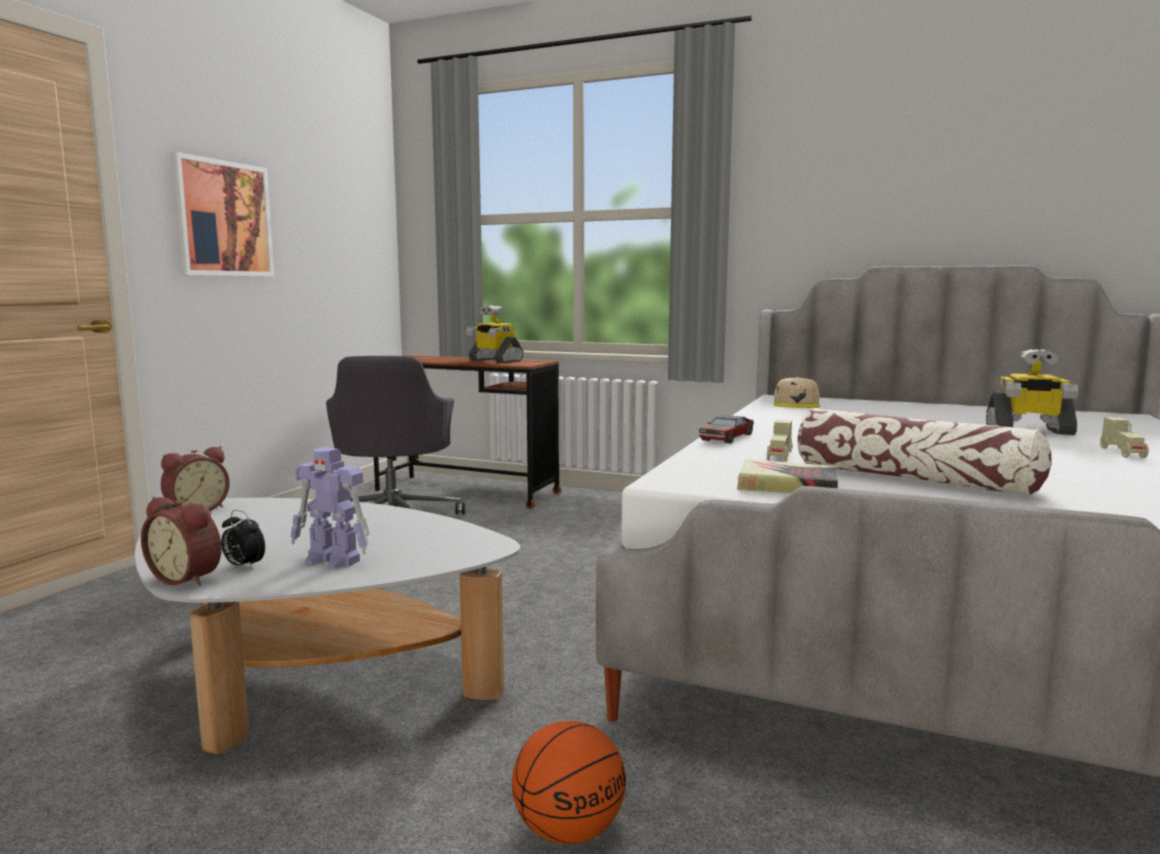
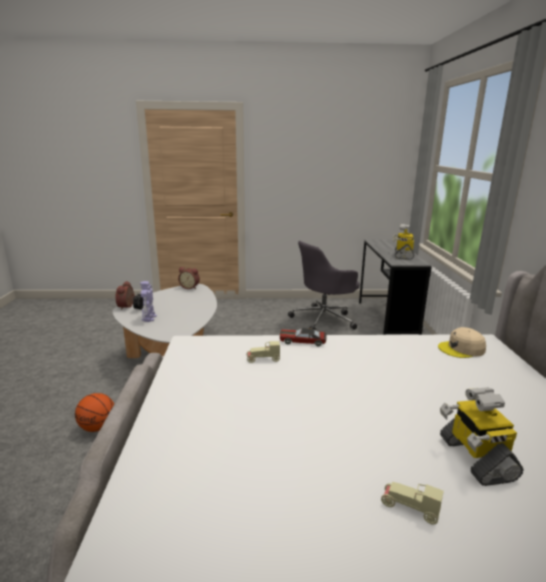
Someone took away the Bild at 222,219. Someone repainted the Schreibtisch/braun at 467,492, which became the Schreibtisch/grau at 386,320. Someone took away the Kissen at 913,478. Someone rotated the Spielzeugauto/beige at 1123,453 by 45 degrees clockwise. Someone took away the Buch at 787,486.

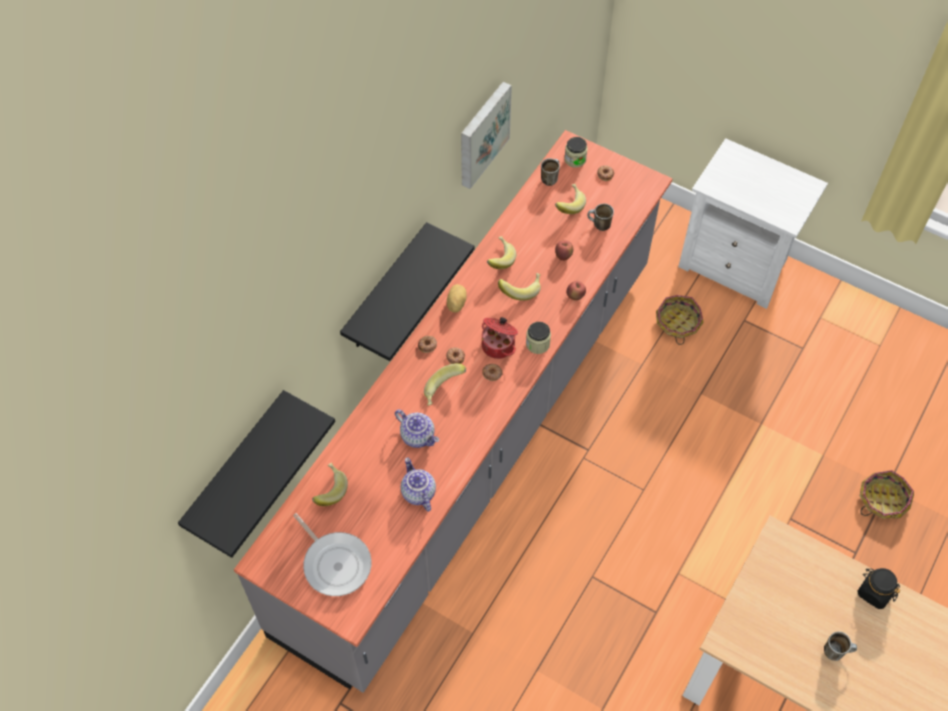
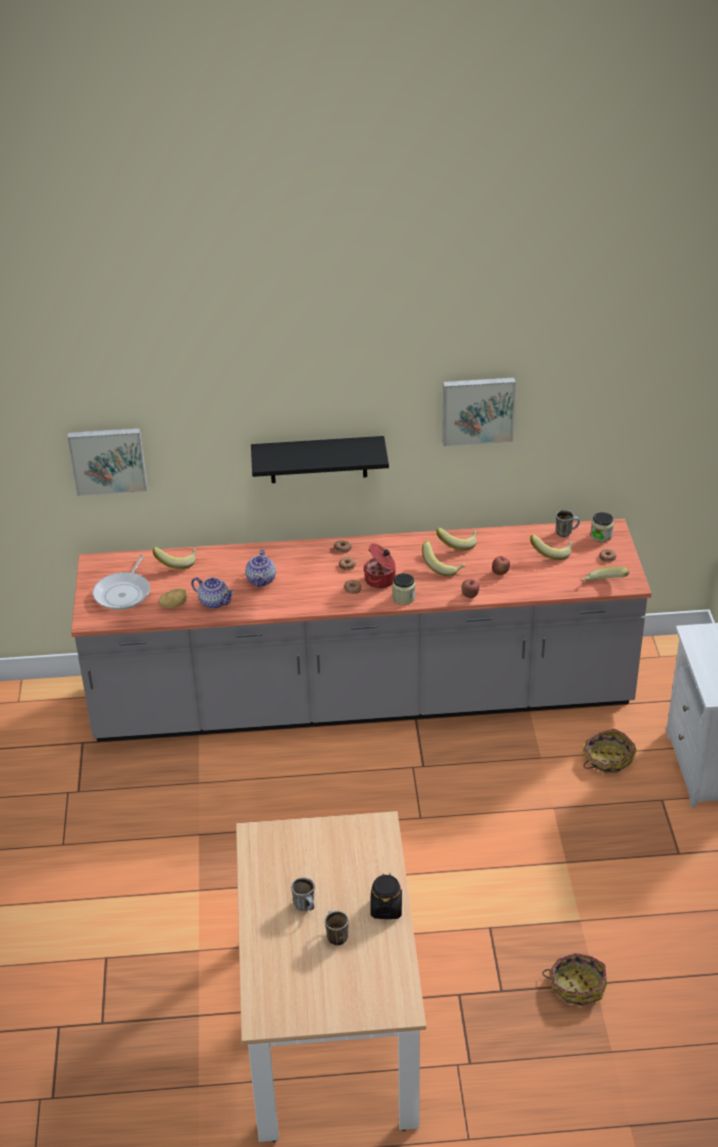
Someone carried the Henkelbecher from 598,225 to 335,936. Someone carried the Kartoffel from 455,303 to 174,605. Someone carried the Banane from 444,391 to 603,585. Someone swapped the Wandregal/schwarz at 237,468 for the Bild at 108,459. Someone rotated the Teekanne at 417,493 by 90 degrees clockwise.

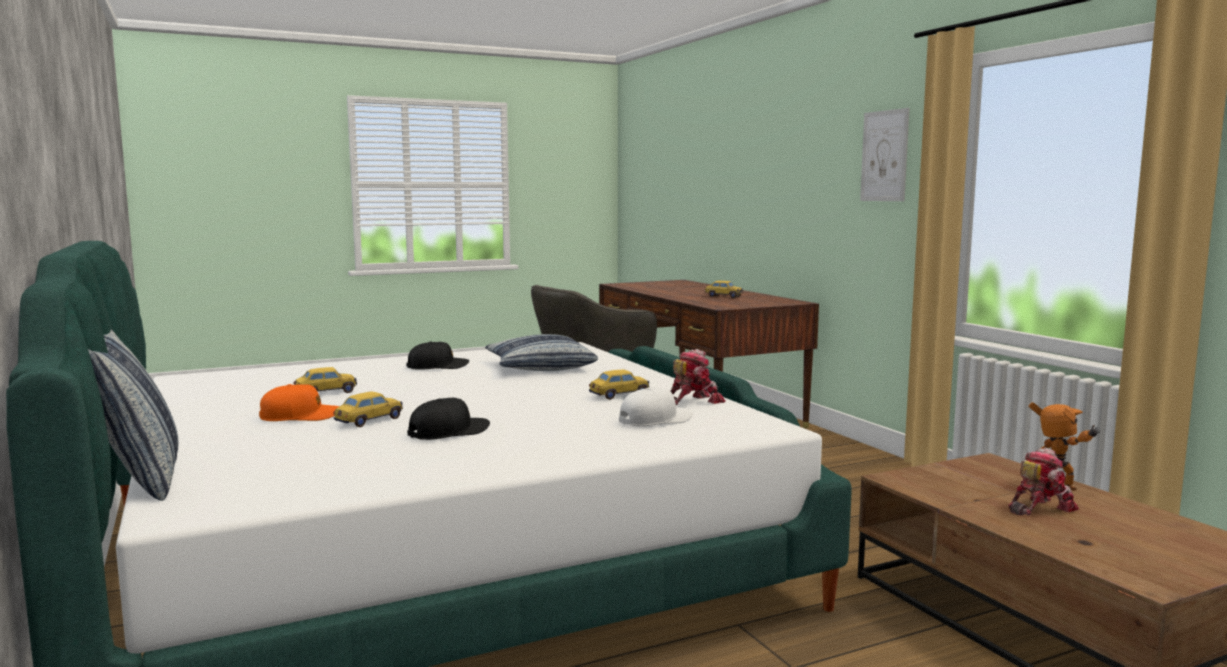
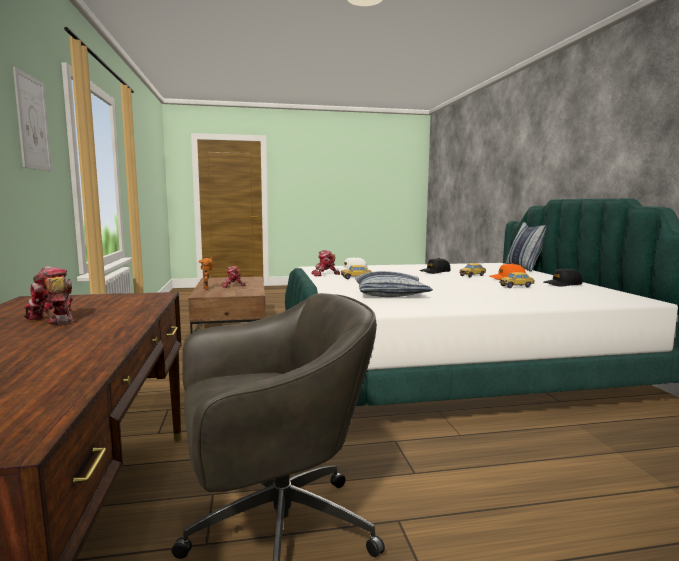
Someone swapped the Spielzeugauto at 723,296 for the Spielzeugroboter at 53,319. Someone carried the Kappe/schwarz from 438,366 to 562,284.

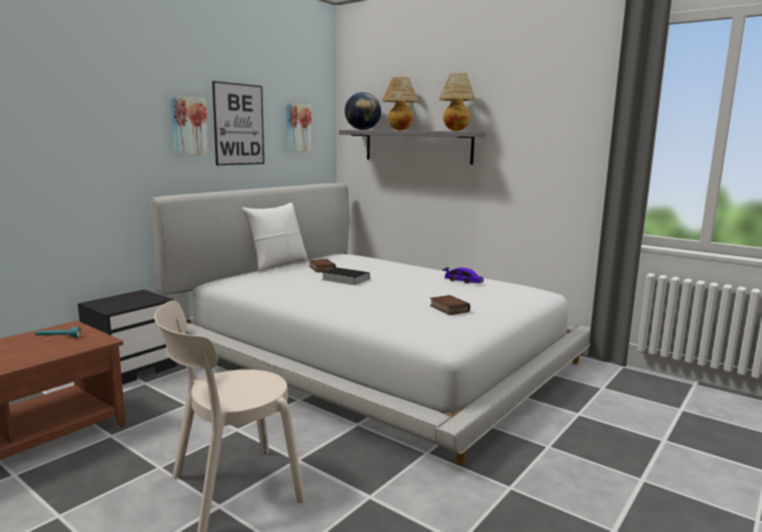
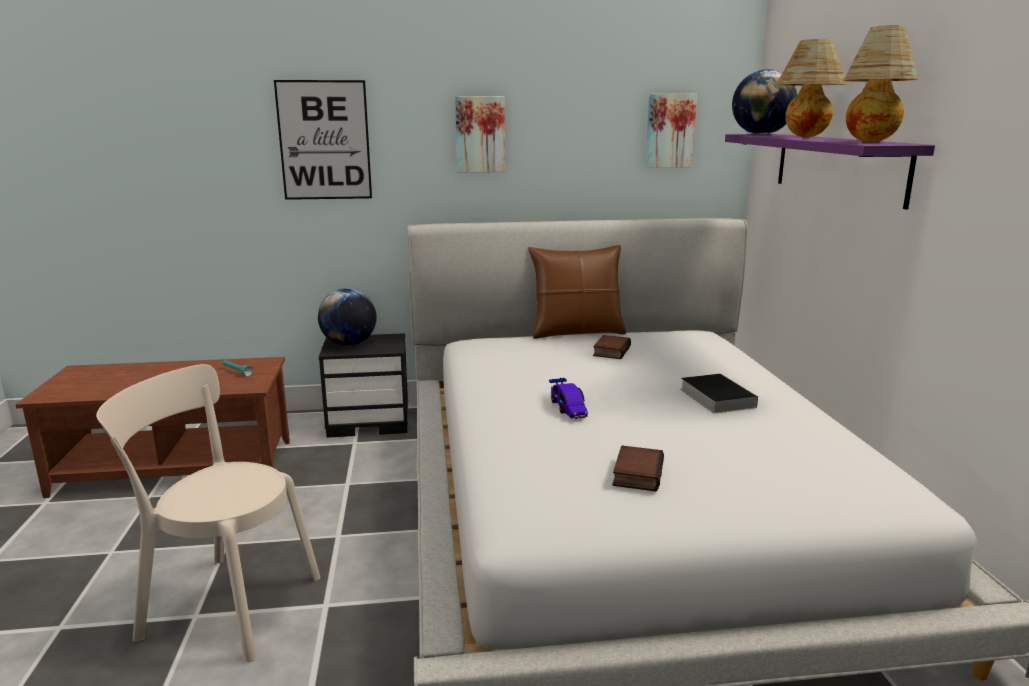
Someone carried the Bild from 239,124 to 324,140. Someone repainted the Wandregal/grau at 417,146, which became the Wandregal/lila at 837,166. Someone repainted the Kissen/weiß at 277,265, which became the Kissen/braun at 576,332. Someone carried the Buch from 344,279 to 715,397. Someone carried the Spielzeugauto from 463,281 to 568,407. Someone put down the Globus at 349,344.

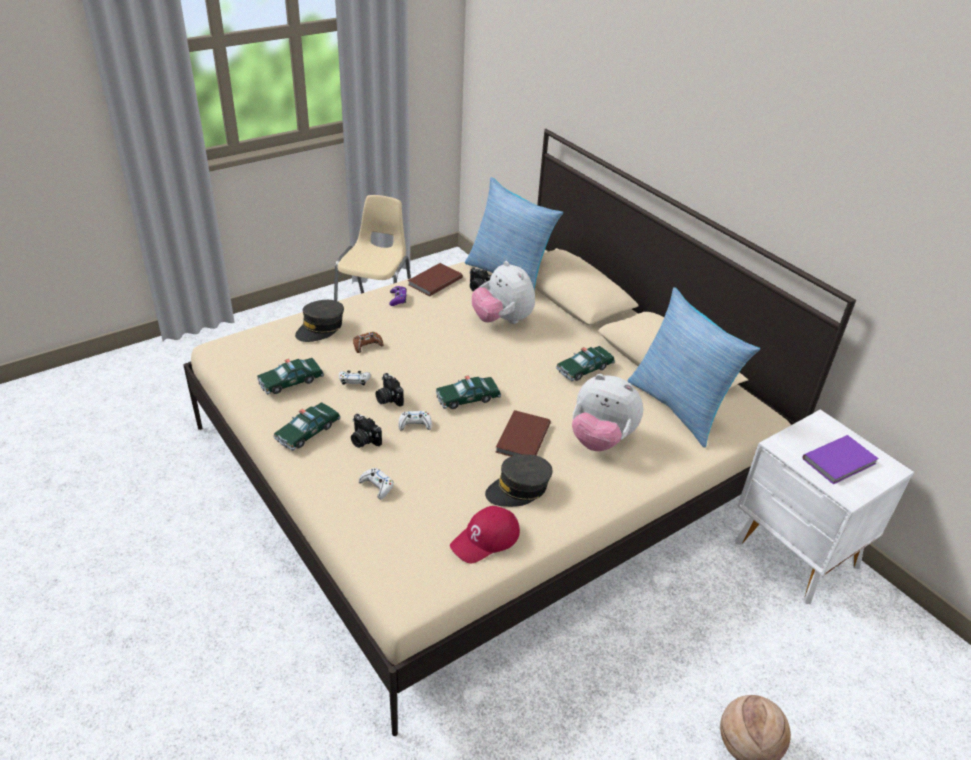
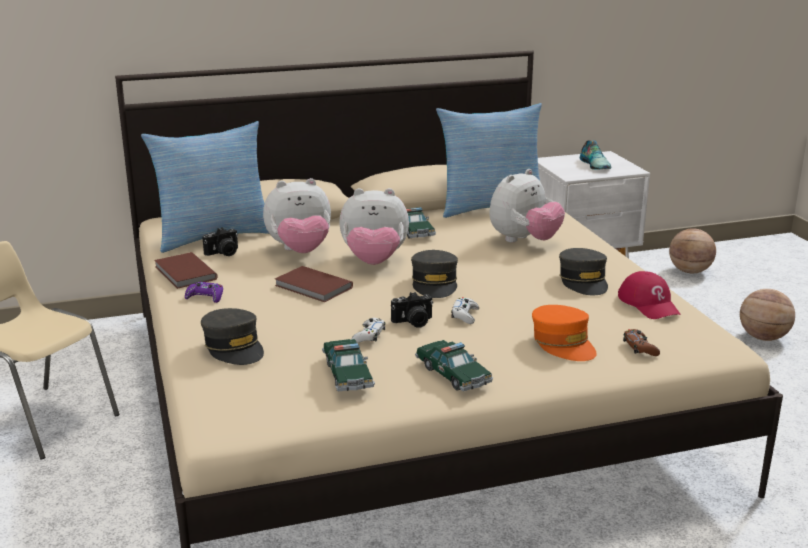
Someone carried the Gamepad/braun from 367,345 to 640,348. Someone swapped the Spielzeugauto at 467,398 for the Kappe/grau at 434,284. Someone carried the Buch/braun from 521,438 to 313,287. Someone took away the Kamera at 363,440. Someone swapped the Buch/lila at 841,462 for the Schuh at 595,165. Someone swapped the Gamepad/weiß at 377,486 for the Kappe/orange at 563,344. Someone put down the Plüschtier at 374,262. Someone put down the Basketball at 689,271.

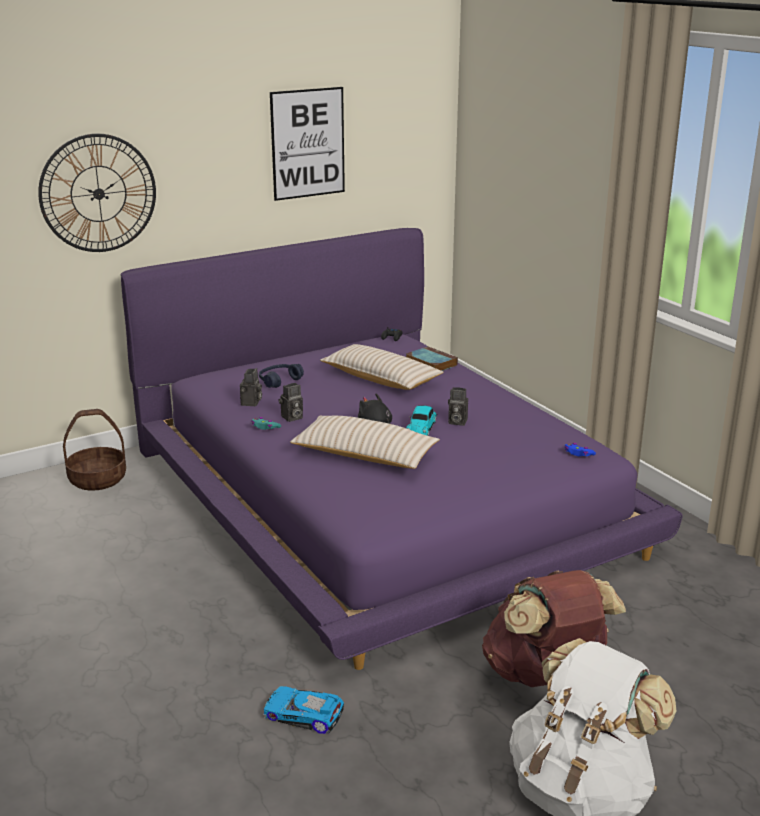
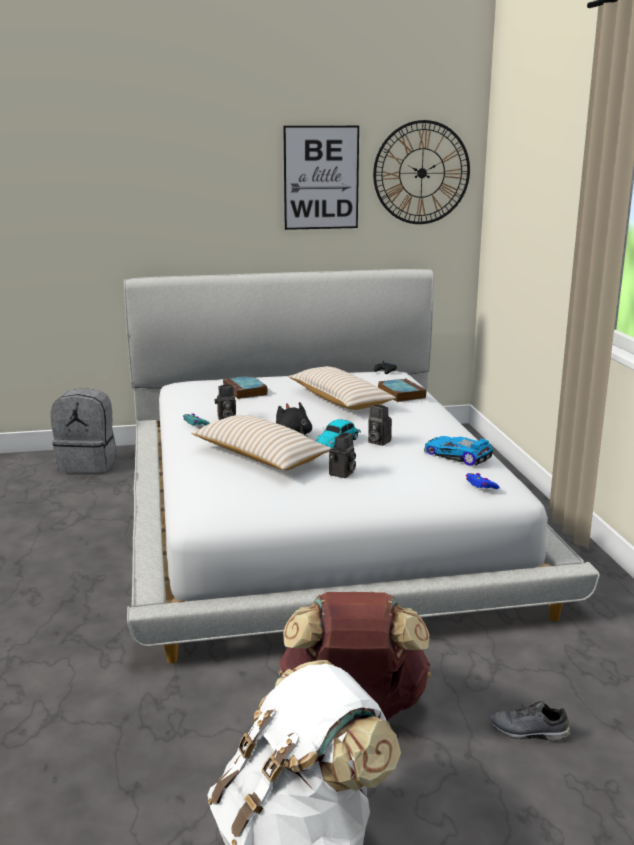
Someone carried the Wanduhr from 98,193 to 421,173. Someone repainted the Bett/lila at 379,497, which became the Bett/weiß at 317,516. Someone swapped the Kopfhörer/blau at 279,381 for the Buch at 246,391. Someone carried the Kamera from 251,403 to 342,474. Someone swapped the Korb at 98,479 for the Rucksack/grau at 88,464. Someone carried the Spielzeugauto from 303,715 to 457,455. Someone put down the Schuh/grau at 528,732.

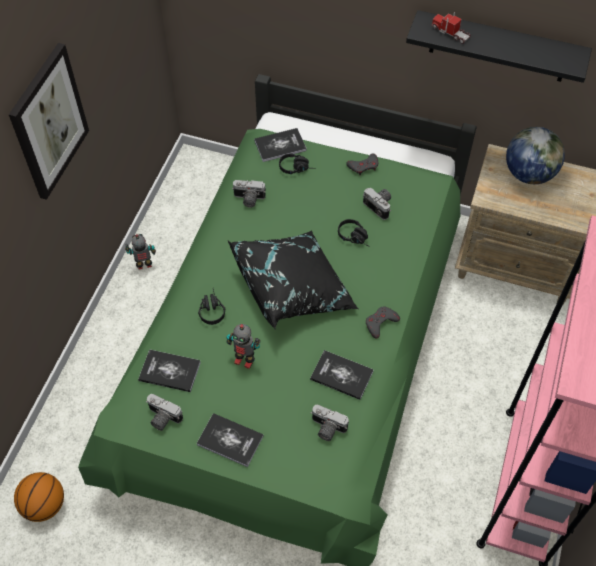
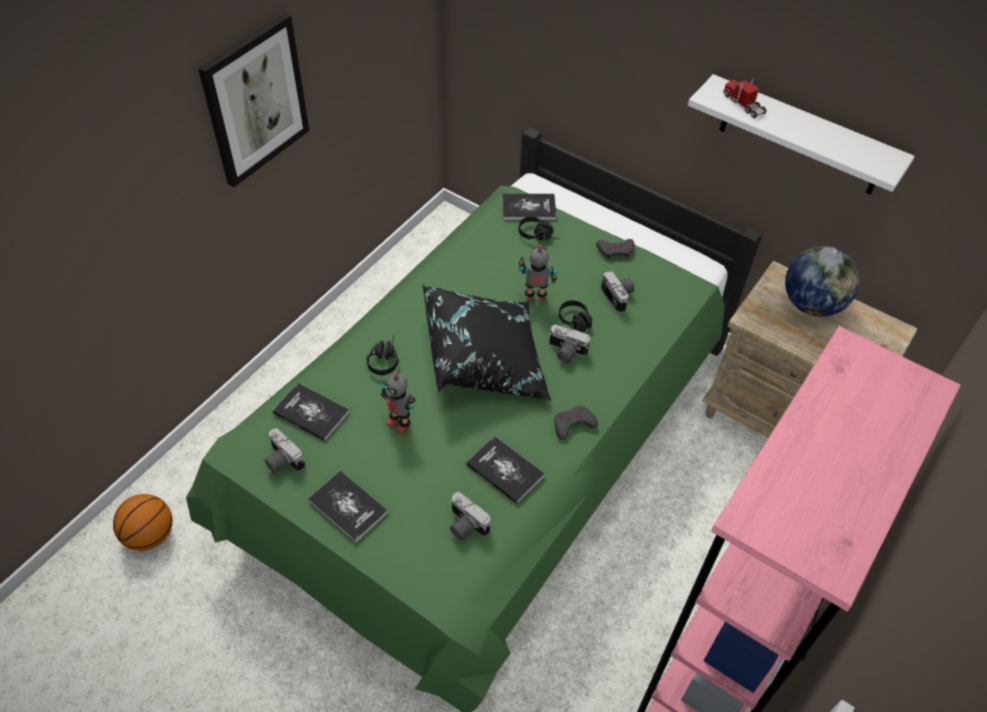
Someone repainted the Wandregal/schwarz at 498,47, which became the Wandregal/weiß at 801,137. Someone carried the Kamera from 248,199 to 565,352. Someone carried the Spielzeugroboter from 144,266 to 535,297.

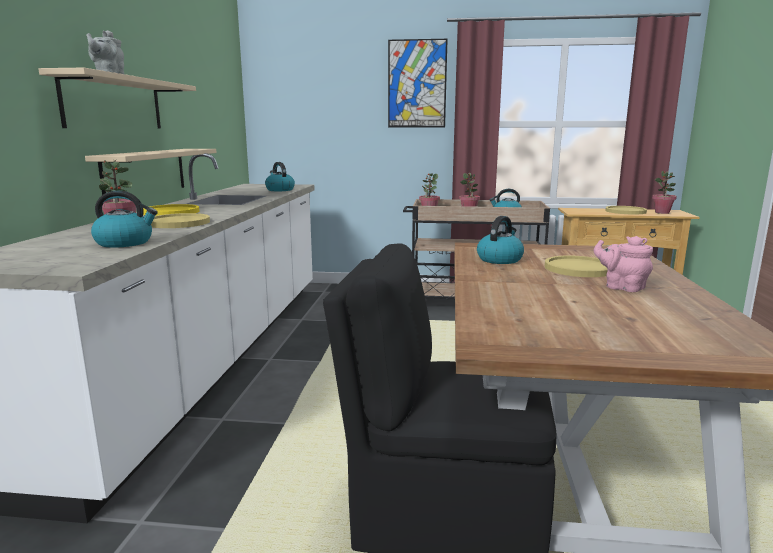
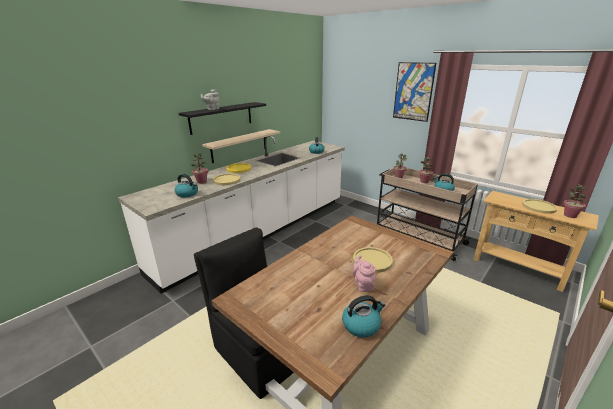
Someone repainted the Wandregal/beige at 114,104, which became the Wandregal/schwarz at 221,117. Someone carried the Wasserkessel from 499,259 to 361,325.

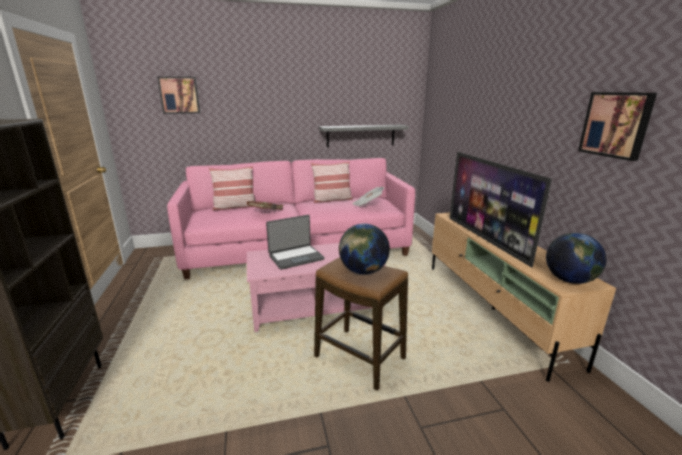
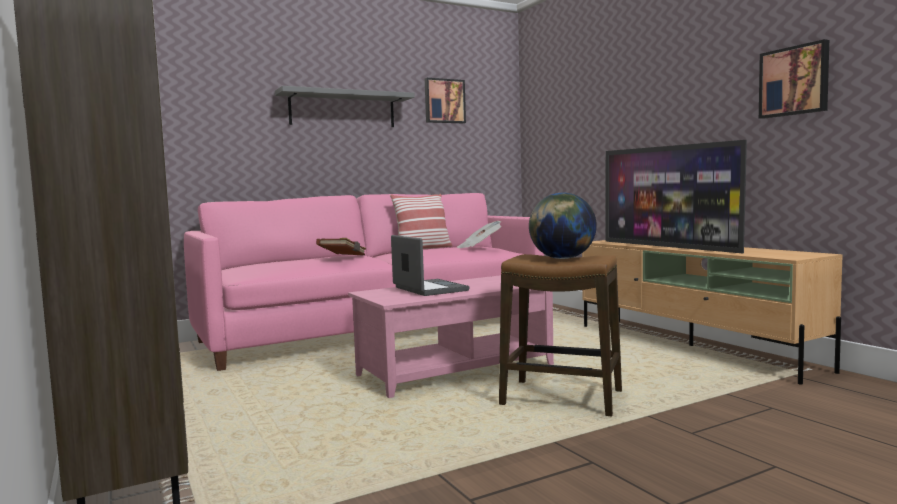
Someone carried the Bild from 179,95 to 444,101. Someone carried the Wandregal/grau from 361,135 to 342,109. Someone took away the Kissen at 235,207. Someone rotated the Laptop at 296,257 by 75 degrees counterclockwise. Someone took away the Globus at 569,280.

